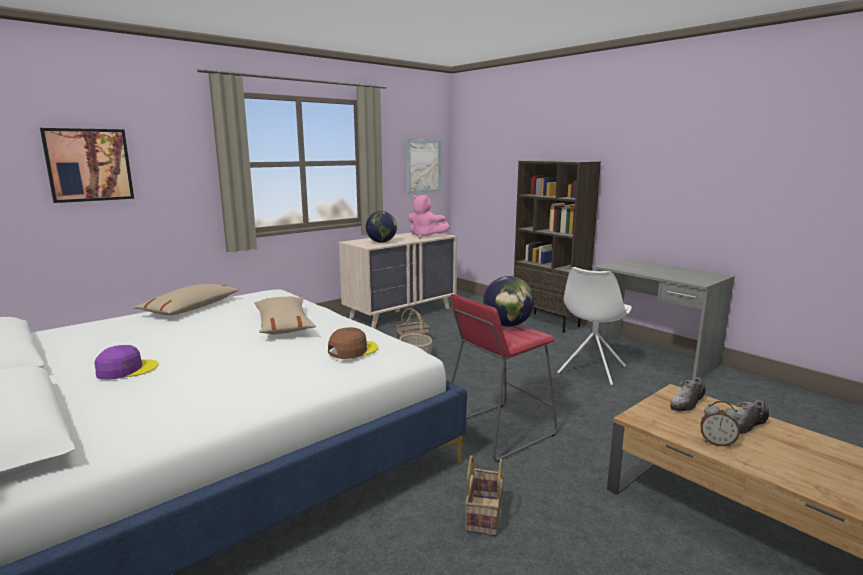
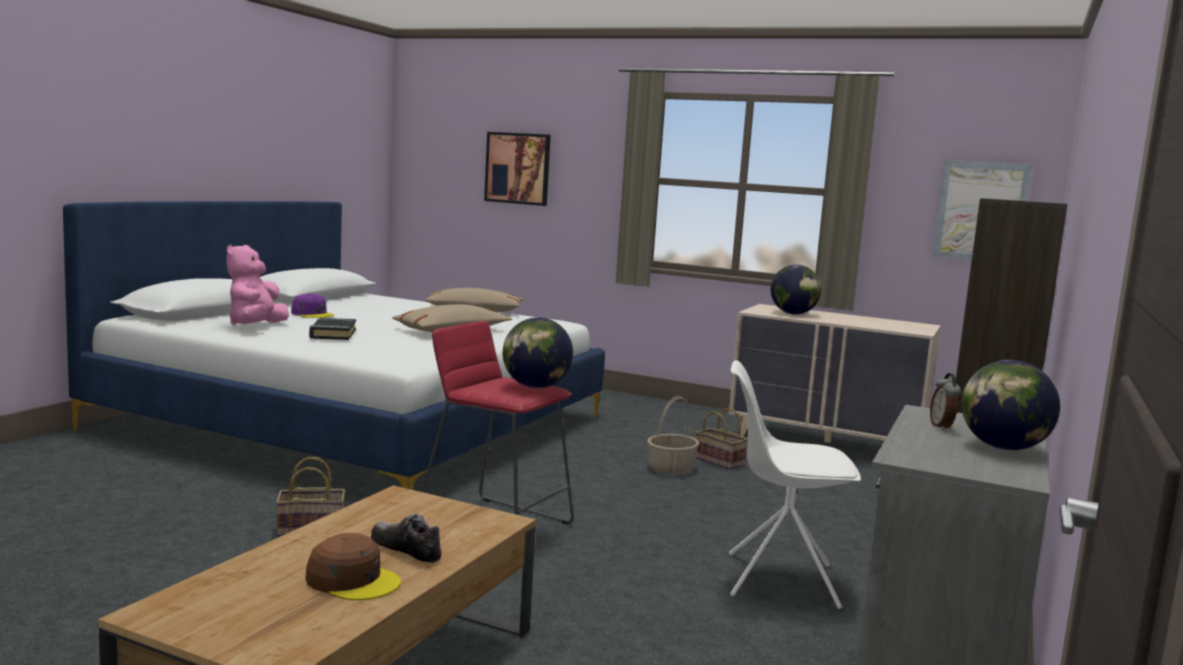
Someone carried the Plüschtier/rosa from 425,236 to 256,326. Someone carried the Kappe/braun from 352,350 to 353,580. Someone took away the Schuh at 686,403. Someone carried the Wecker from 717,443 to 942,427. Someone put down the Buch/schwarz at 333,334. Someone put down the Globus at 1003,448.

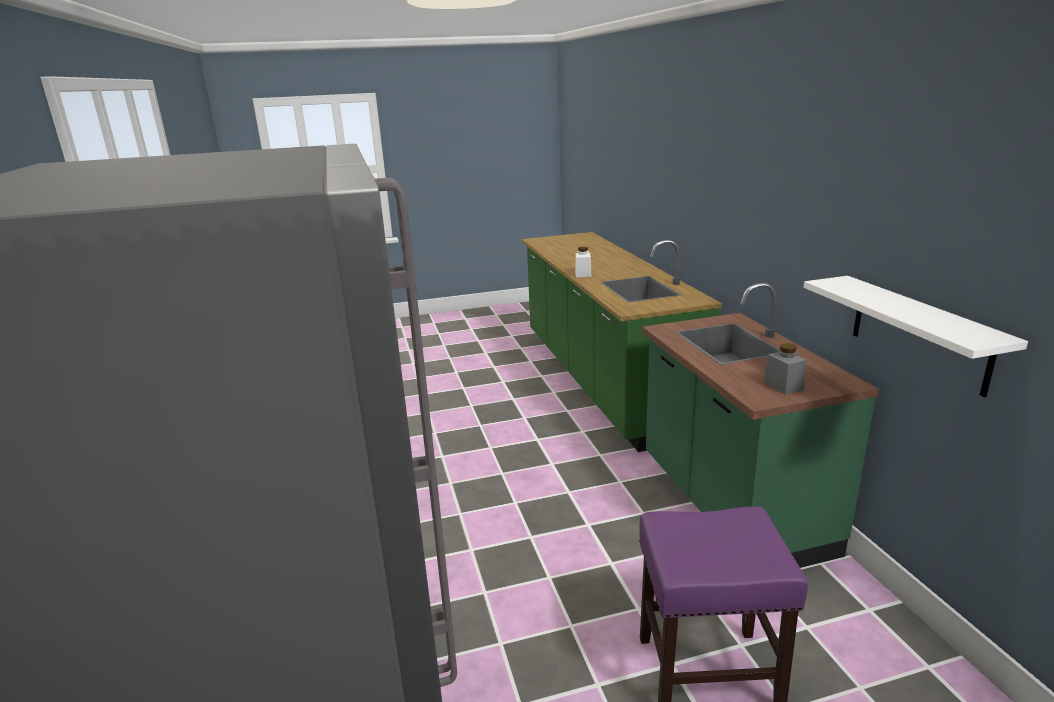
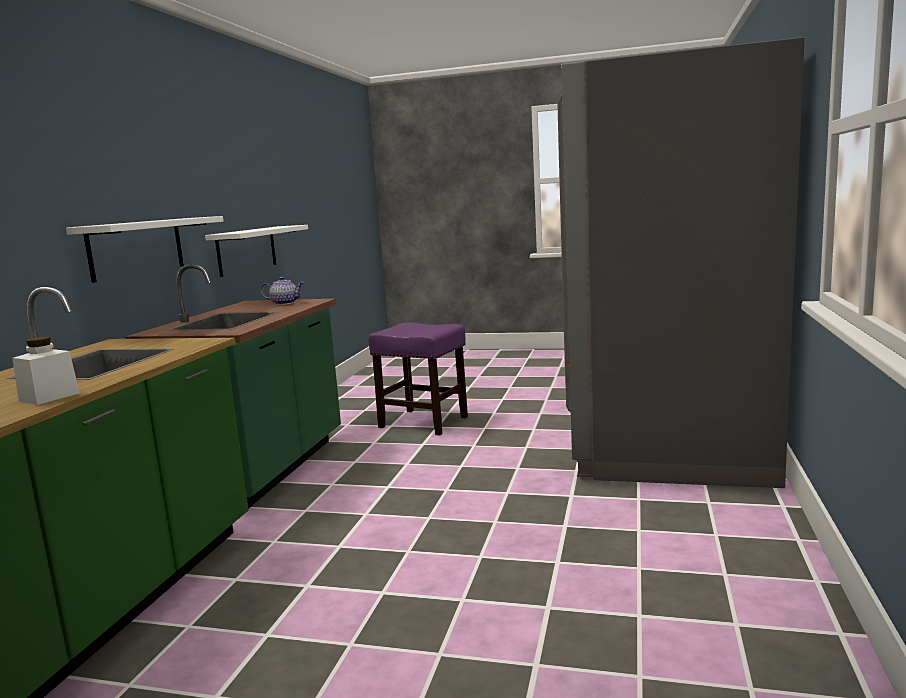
Someone swapped the Vorratsglas/grau at 783,386 for the Teekanne at 284,303. Someone put up the Wandregal/weiß at 137,248.

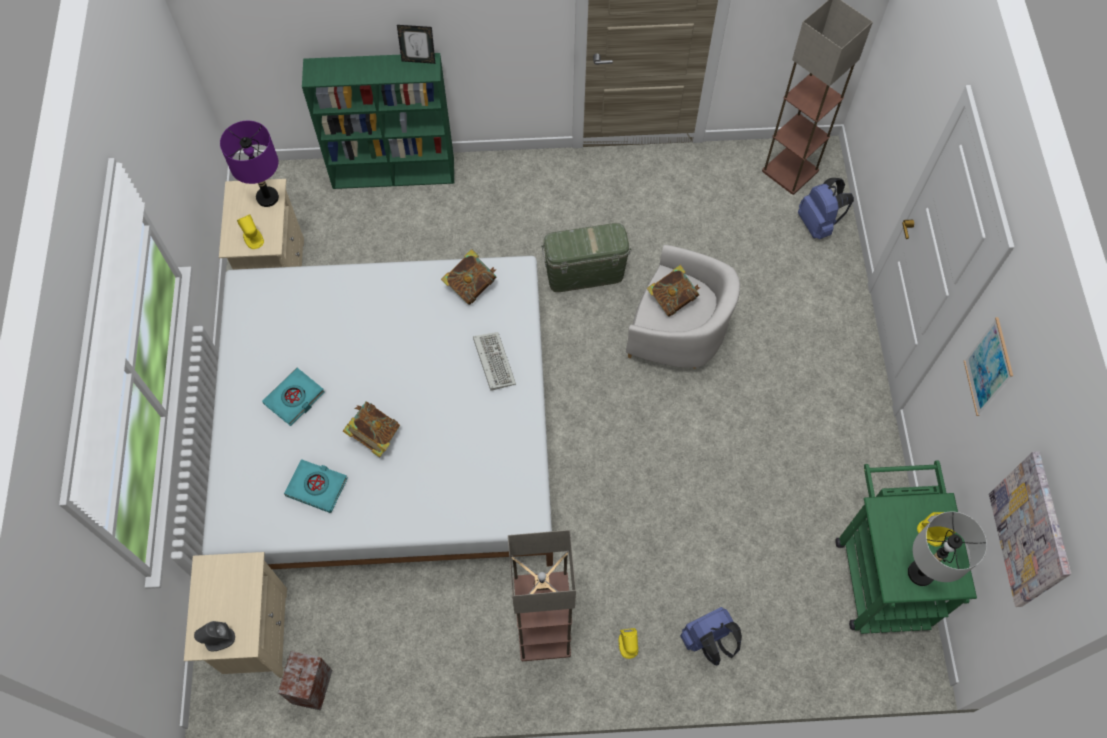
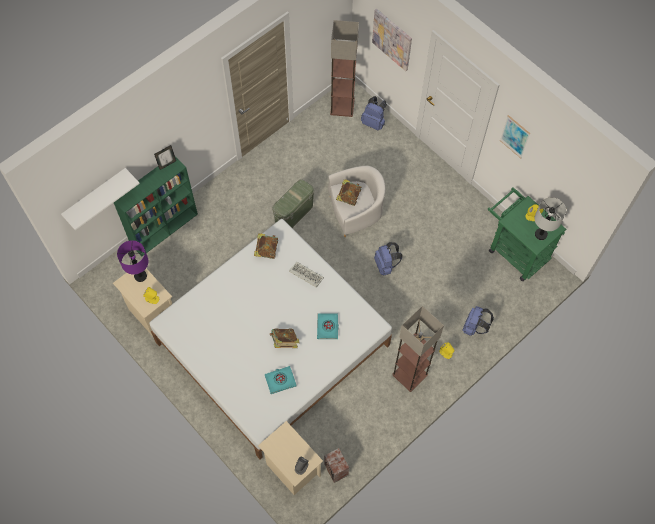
Someone carried the Buch/türkis from 294,398 to 327,327. Someone carried the Bild from 1030,531 to 392,39. Someone put up the Wandregal/weiß at 95,195. Someone put down the Rucksack/blau at 386,265.

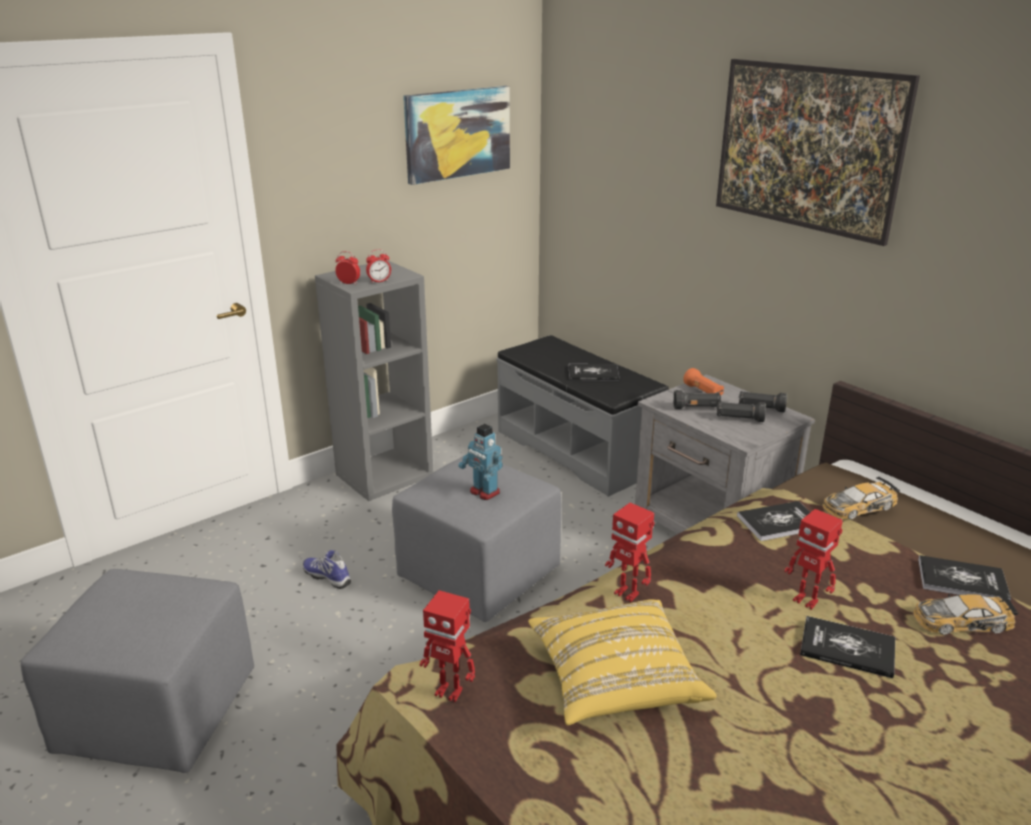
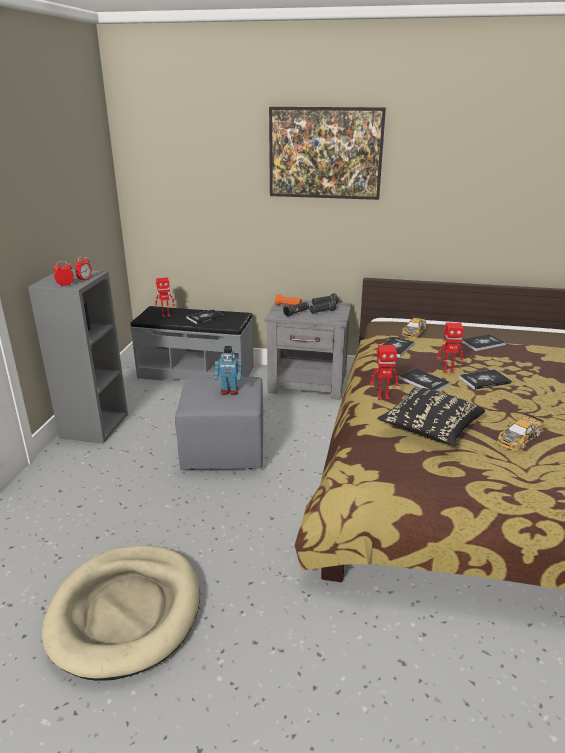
Someone took away the Bild at 457,133. Someone took away the Schuh at 328,577. Someone swapped the Polsterhocker/grau at 161,713 for the Hundebett/beige at 126,612. Someone carried the Spielzeugroboter from 449,691 to 166,315. Someone carried the Spielzeugauto from 961,621 to 518,438. Someone repainted the Kissen/gelb at 615,680, which became the Kissen/schwarz at 430,429. Someone put down the Buch at 423,381.

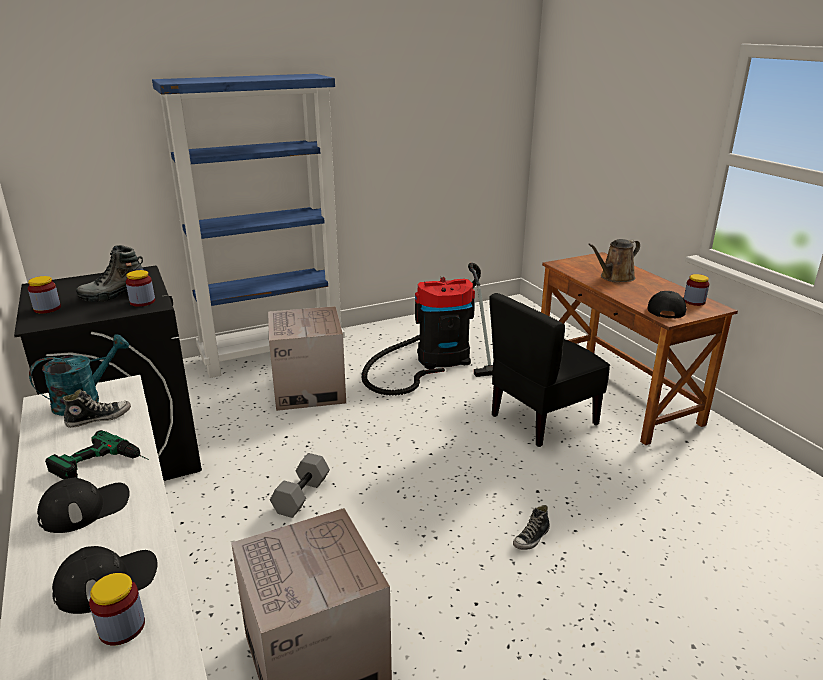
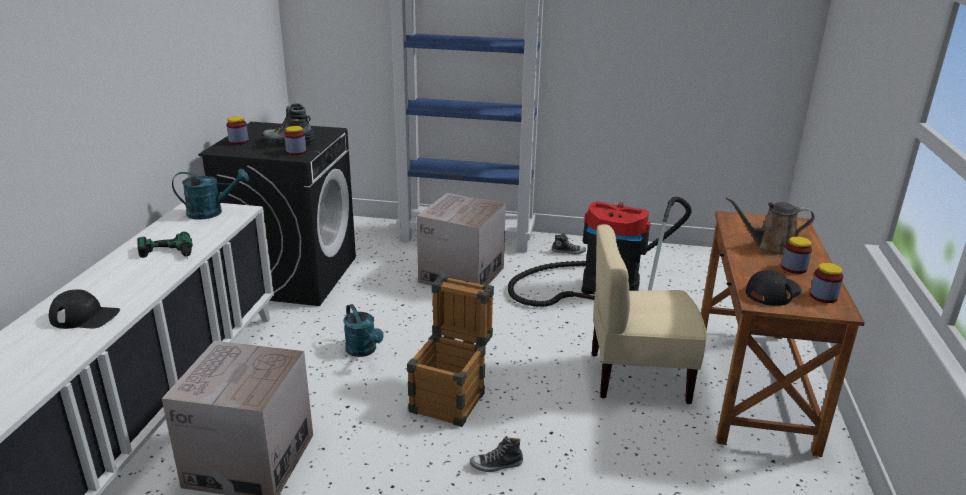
Someone repainted the Stuhl/schwarz at 542,419, which became the Stuhl/beige at 638,376. Someone carried the Schuh from 99,418 to 568,252. Someone swapped the Hantel/grau at 301,495 for the Gießkanne/türkis at 364,351. Someone took away the Kappe/schwarz at 85,508. Someone carried the Vorratsglas from 122,627 to 794,268. Someone put down the Kiste at 452,397.

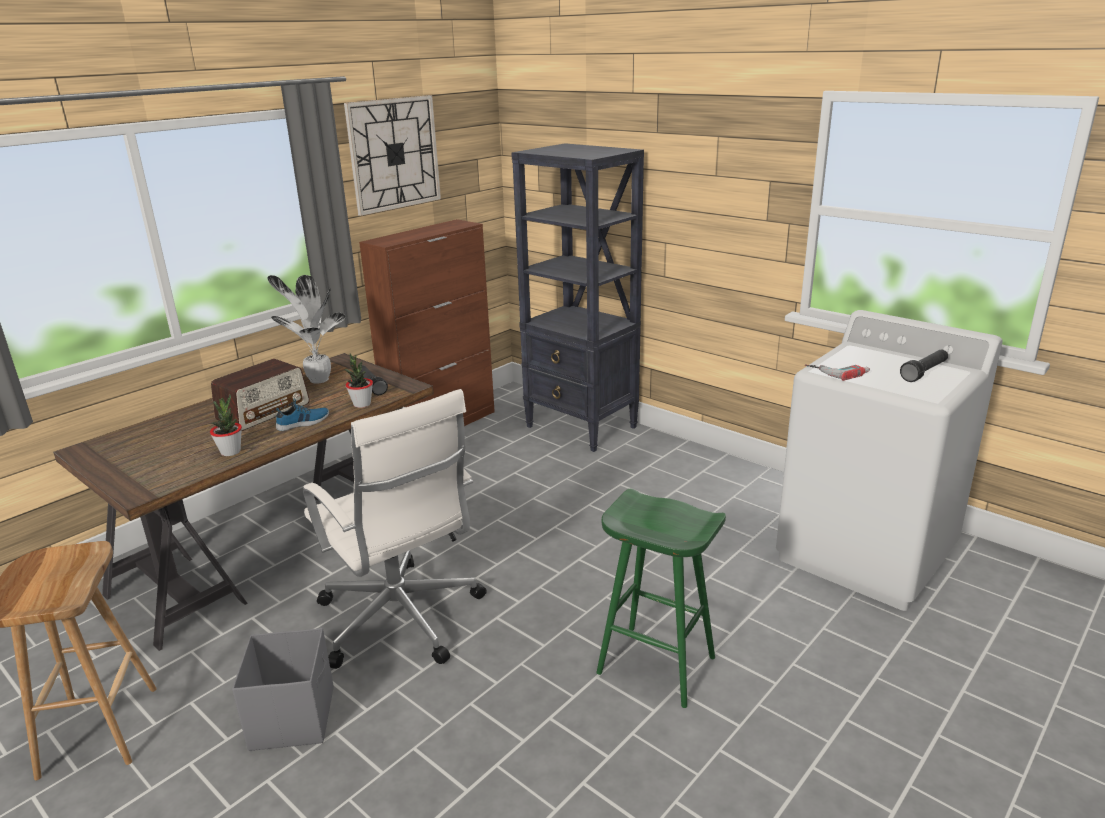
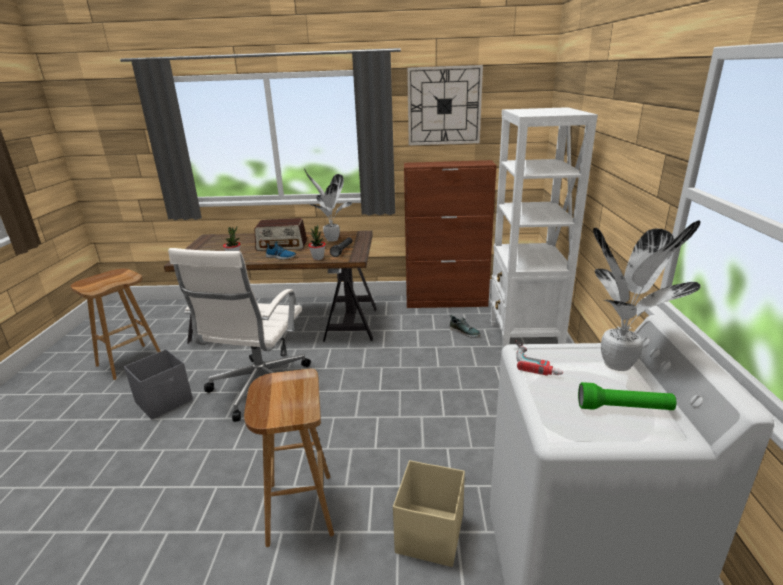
Someone repainted the Bücherregal/schwarz at 582,427, which became the Bücherregal/weiß at 523,341. Someone repainted the Taschenlampe/schwarz at 924,372, which became the Taschenlampe/grün at 624,409. Someone repainted the Hocker/grün at 654,665, which became the Hocker/braun at 299,508. Someone put down the Topfpflanze at 619,366. Someone put down the Schuh at 464,332. Someone put down the Aufbewahrungsbox/beige at 429,535.

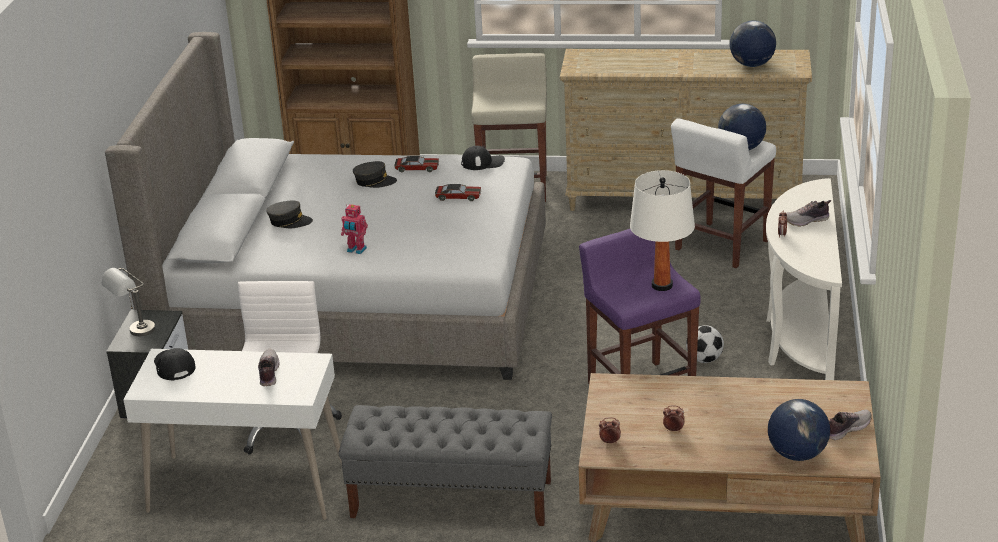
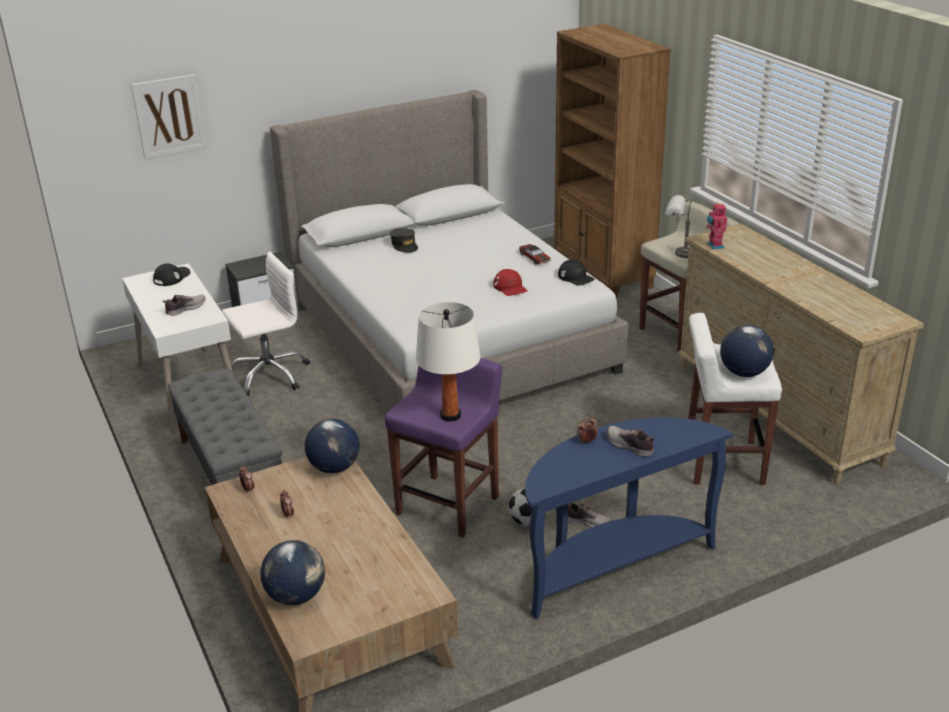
Someone carried the Globus from 751,65 to 334,467. Someone took away the Kappe/grau at 374,181. Someone repainted the Konsolentisch/weiß at 800,342, which became the Konsolentisch/blau at 612,566. Someone swapped the Spielzeugauto at 458,197 for the Kappe/rot at 510,287. Someone carried the Spielzeugroboter from 356,250 to 714,246. Someone carried the Tischlampe/grau from 135,333 to 677,253. Someone carried the Schuh from 846,429 to 587,522. Someone put up the Bild at 169,116.

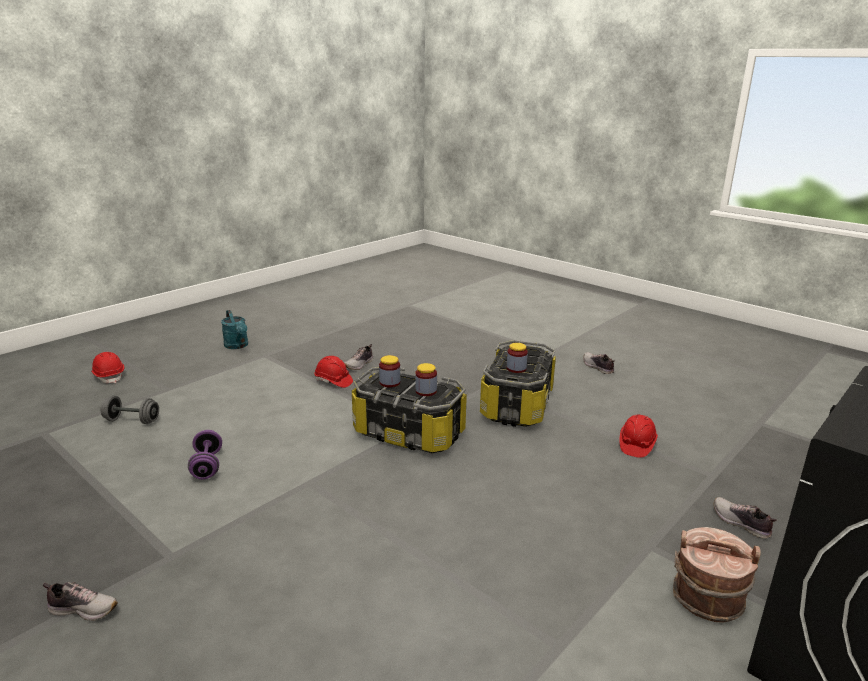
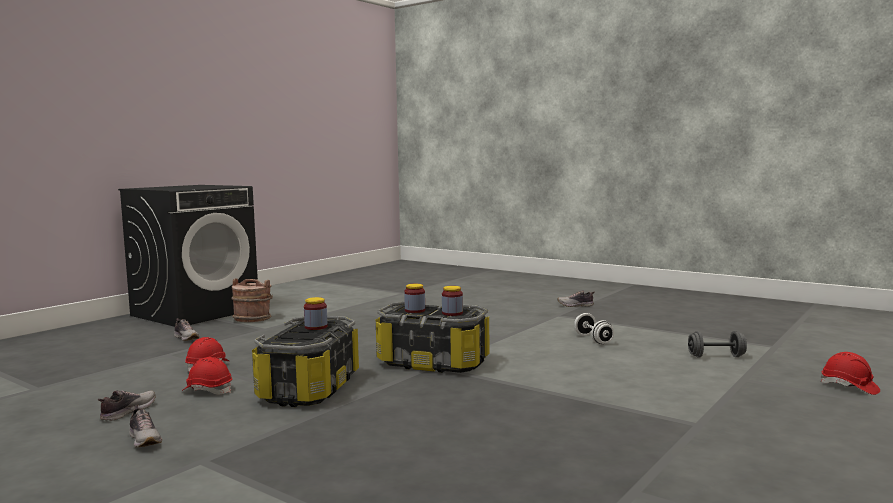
Someone took away the Gießkanne/türkis at 237,346. Someone carried the Schuh from 359,365 to 127,412. Someone carried the Schutzhelm/rot from 333,381 to 208,390. Someone repainted the Hantel/lila at 207,466, which became the Hantel/weiß at 593,339.

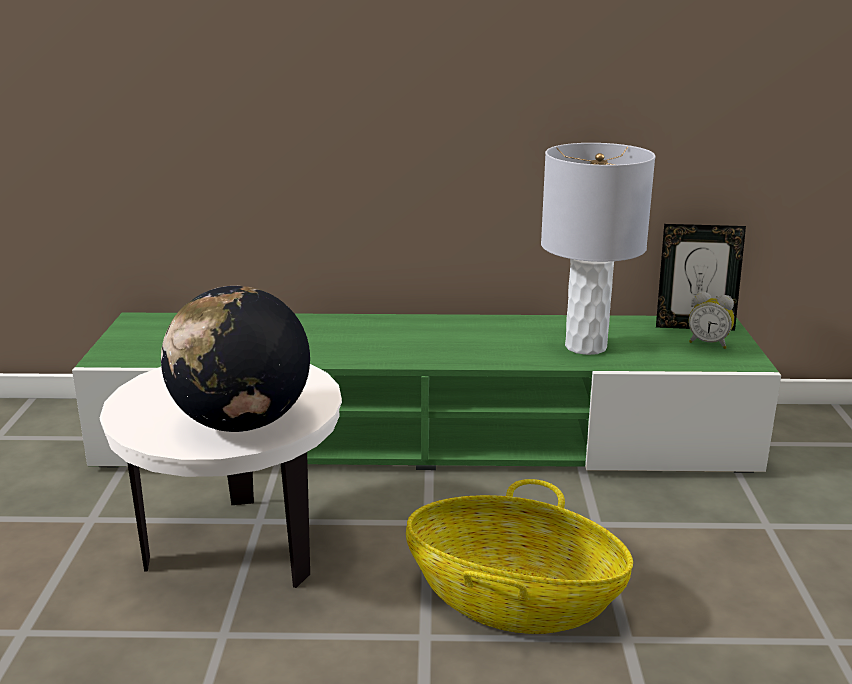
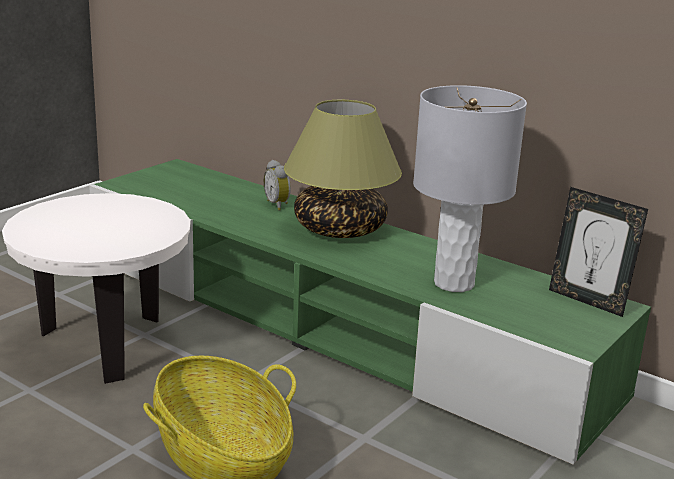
Someone took away the Globus at 241,423. Someone carried the Wecker from 708,343 to 278,205. Someone put down the Tischlampe at 340,229.

